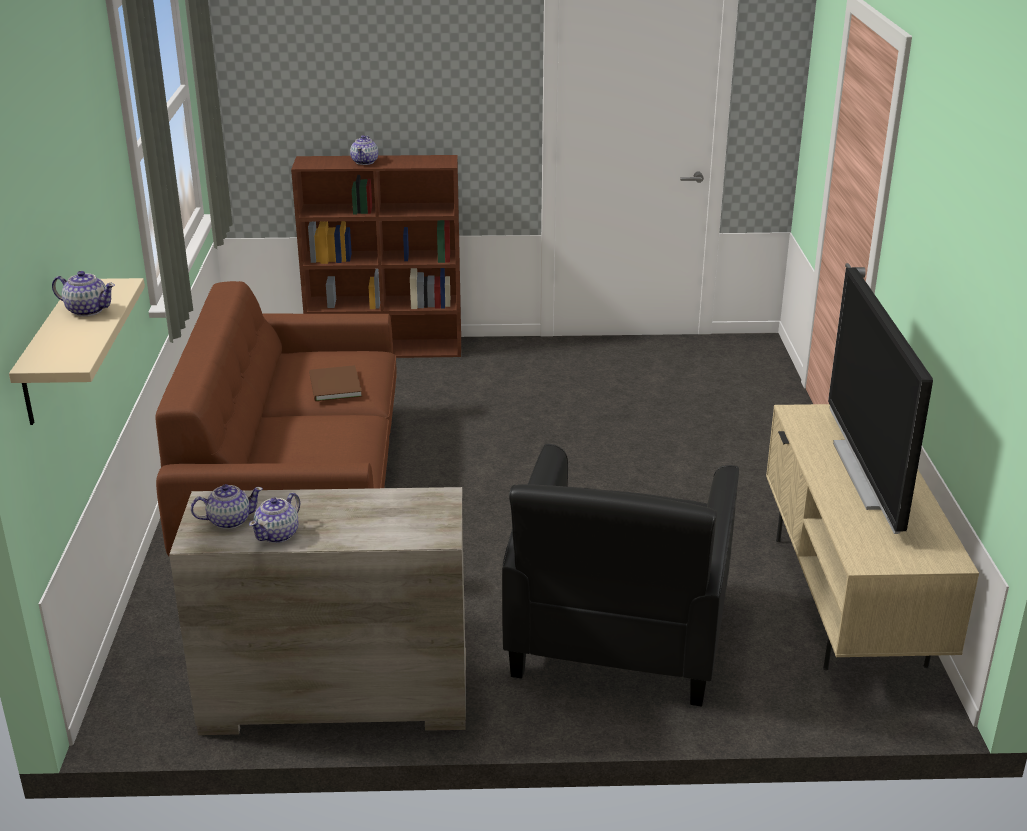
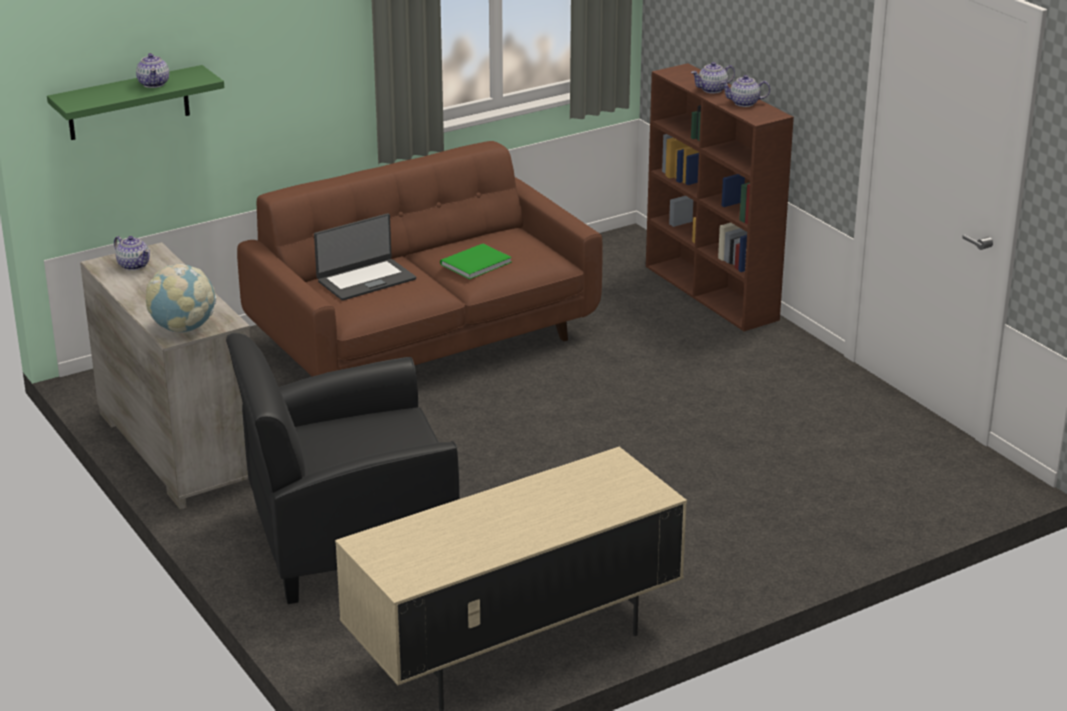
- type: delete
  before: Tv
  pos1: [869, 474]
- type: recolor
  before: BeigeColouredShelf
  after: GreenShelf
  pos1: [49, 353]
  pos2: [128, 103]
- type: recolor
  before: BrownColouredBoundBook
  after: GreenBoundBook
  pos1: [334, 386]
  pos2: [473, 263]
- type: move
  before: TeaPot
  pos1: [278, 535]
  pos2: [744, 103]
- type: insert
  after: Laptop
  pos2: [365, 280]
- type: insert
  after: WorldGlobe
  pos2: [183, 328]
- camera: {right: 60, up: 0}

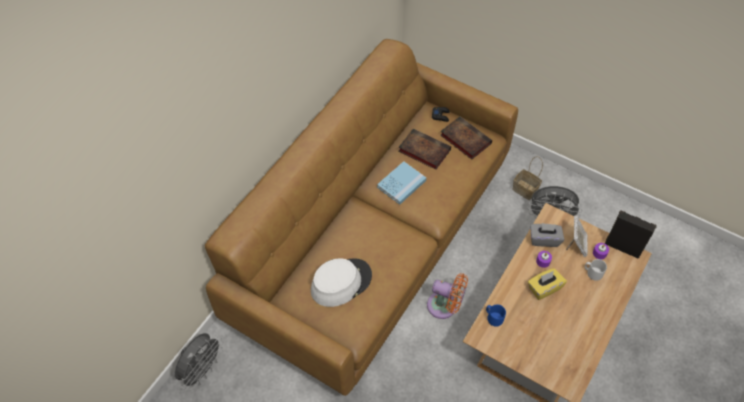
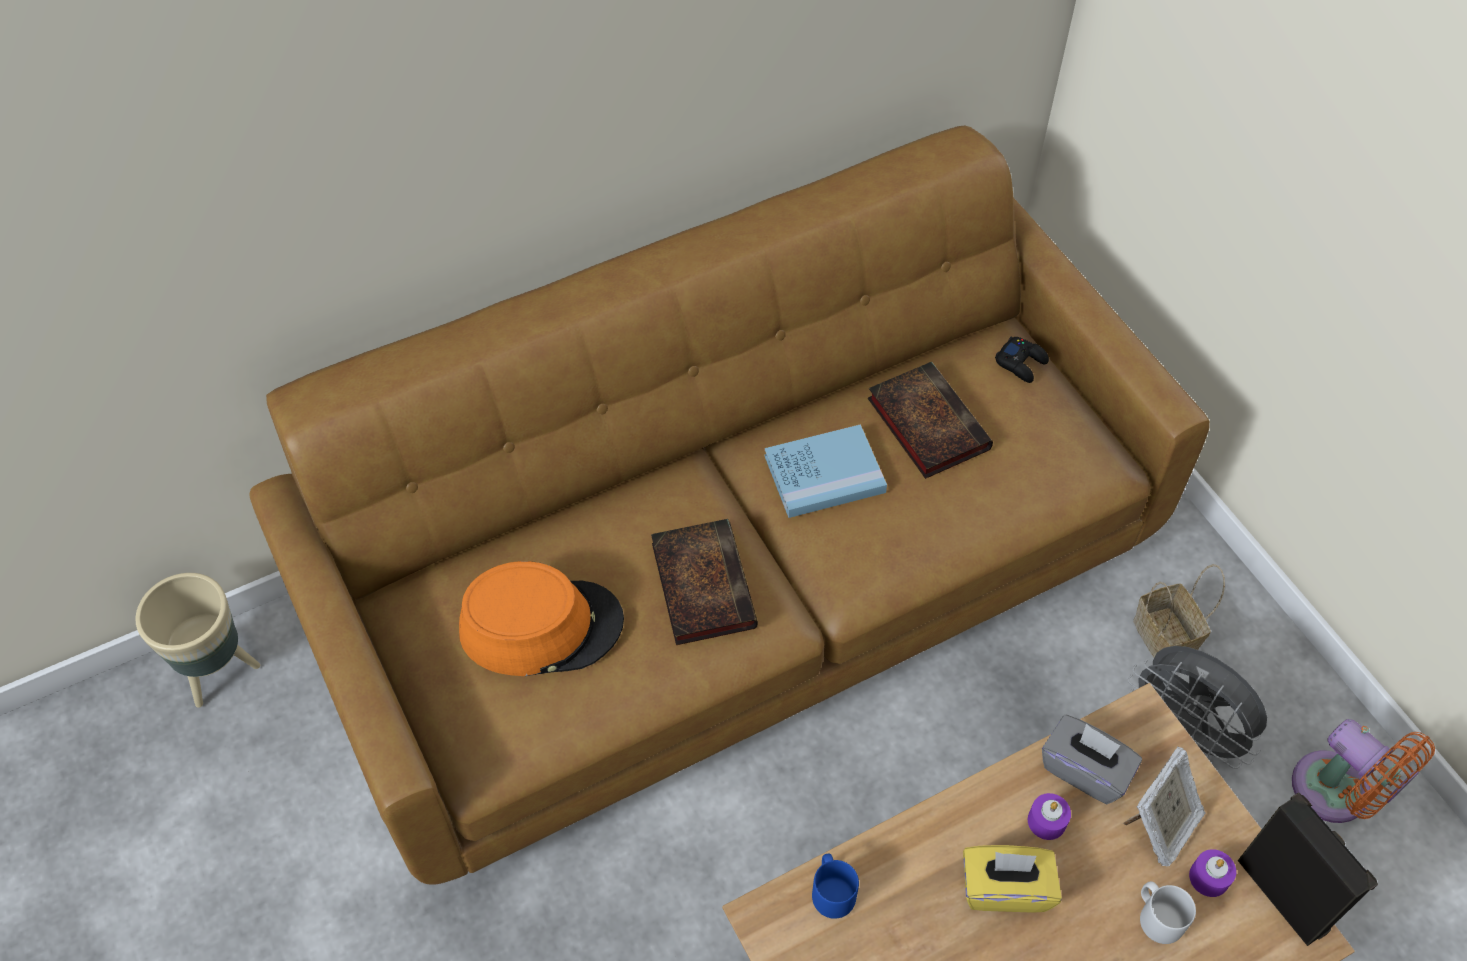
- type: move
  before: BoundBook
  pos1: [464, 139]
  pos2: [701, 583]
- type: recolor
  before: WhiteHat
  after: OrangeHat
  pos1: [341, 282]
  pos2: [541, 626]
- type: move
  before: OrangeElectricFan
  pos1: [445, 306]
  pos2: [1337, 794]
- type: replace
  before: GreyElectricFan
  after: BeigeColouredPlantPot
  pos1: [202, 370]
  pos2: [219, 672]
- camera: {right: 30, up: 0}

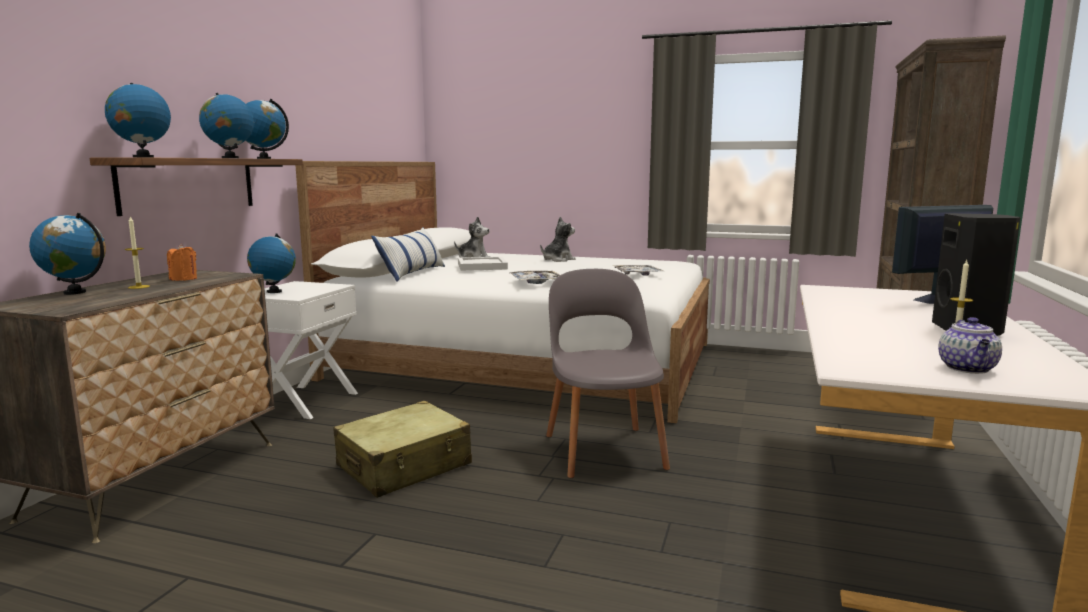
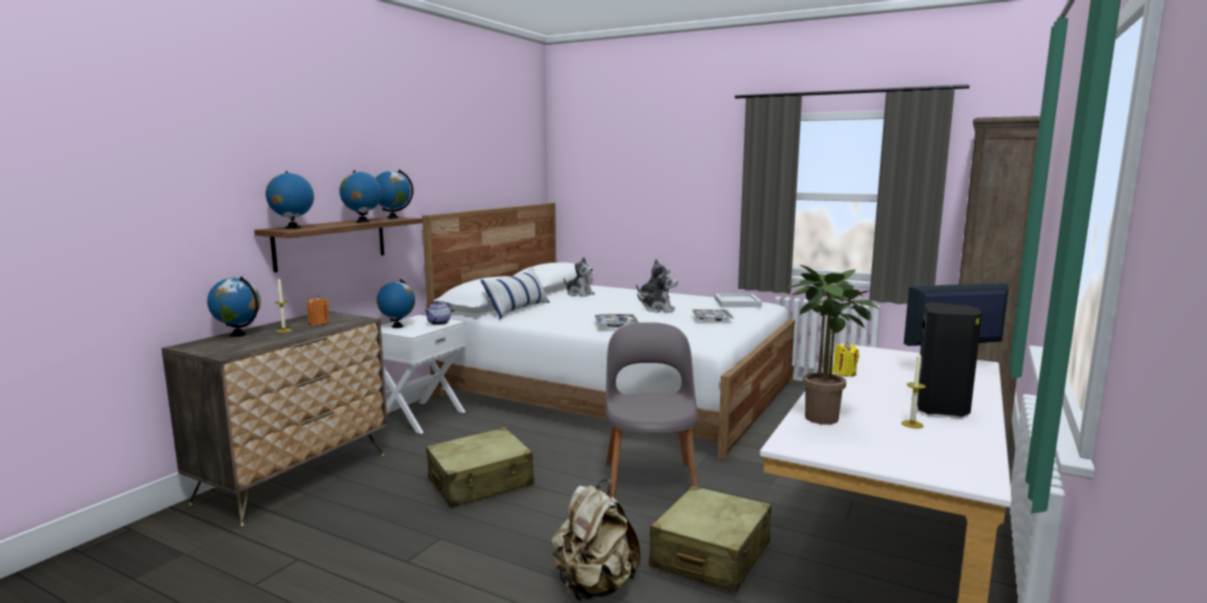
- type: move
  before: WhiteTray
  pos1: [481, 266]
  pos2: [737, 303]
- type: move
  before: TeaPot
  pos1: [968, 369]
  pos2: [438, 323]
- type: insert
  after: PlantInAPot
  pos2: [823, 420]
- type: insert
  after: CuddlyToy
  pos2: [658, 310]
- type: insert
  after: YellowColouredWaxLight
  pos2: [844, 373]
- type: insert
  after: BeigeColouredBackpack
  pos2: [594, 587]
- type: insert
  after: BeigeColouredTravelCase
  pos2: [711, 555]
- camera: {right: 10, up: 0}

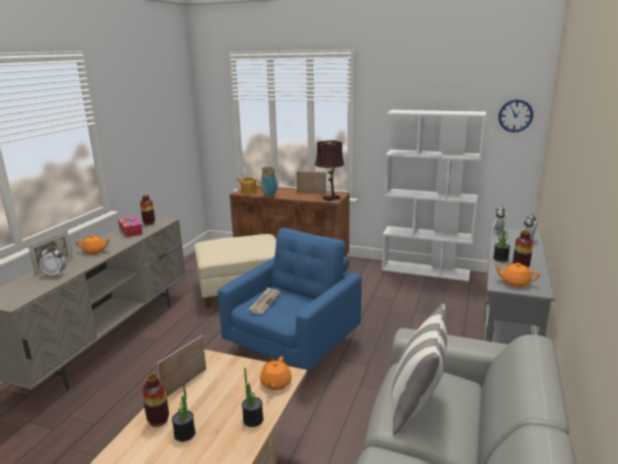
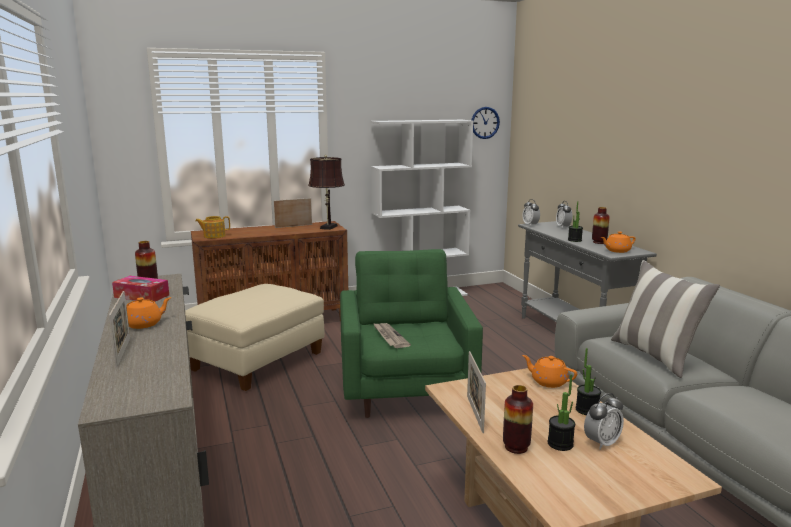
- type: delete
  before: FlowerVase
  pos1: [269, 196]
- type: recolor
  before: BlueArmchair
  after: GreenArmchair
  pos1: [294, 346]
  pos2: [406, 389]
- type: move
  before: TableClock
  pos1: [55, 274]
  pos2: [601, 443]
- type: rotate
  before: OrangeTeaPot
  pos1: [275, 384]
  pos2: [548, 382]
  turn: 150
- camera: {right: -40, up: -5}

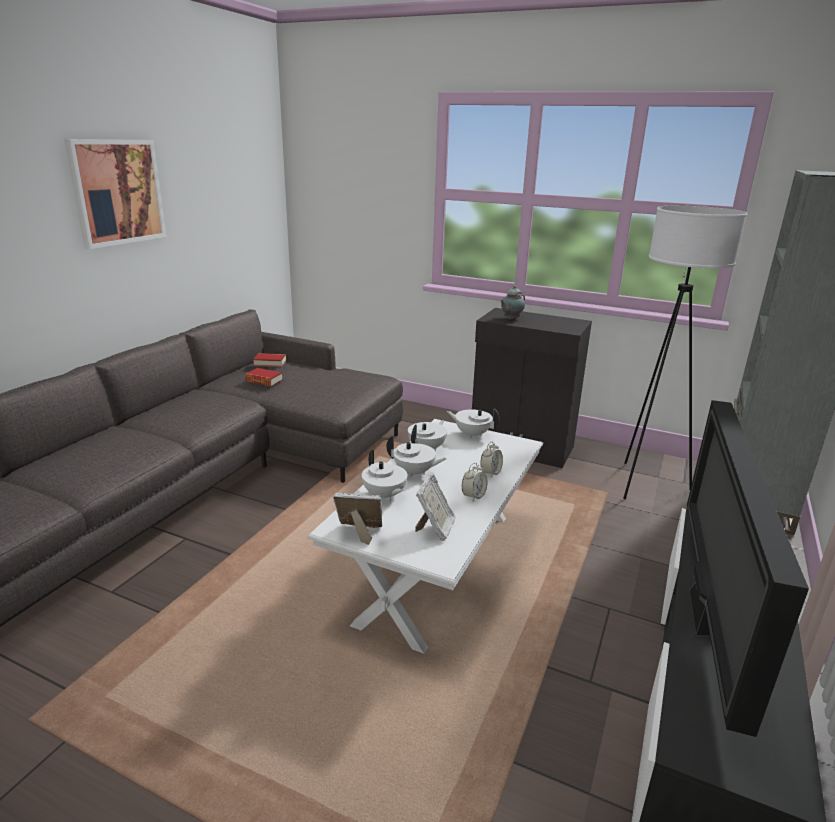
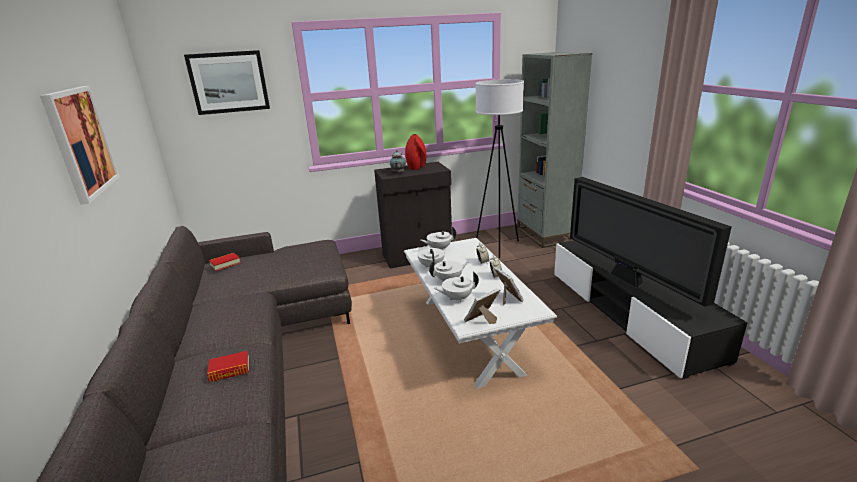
- type: move
  before: BoundBook
  pos1: [264, 381]
  pos2: [230, 370]
- type: rotate
  before: WhiteTeaPot
  pos1: [384, 495]
  pos2: [457, 298]
  turn: 150
- type: insert
  after: WallPicture
  pos2: [229, 82]
- type: insert
  after: RedColouredFlowerVase
  pos2: [417, 167]
- camera: {right: -40, up: 0}

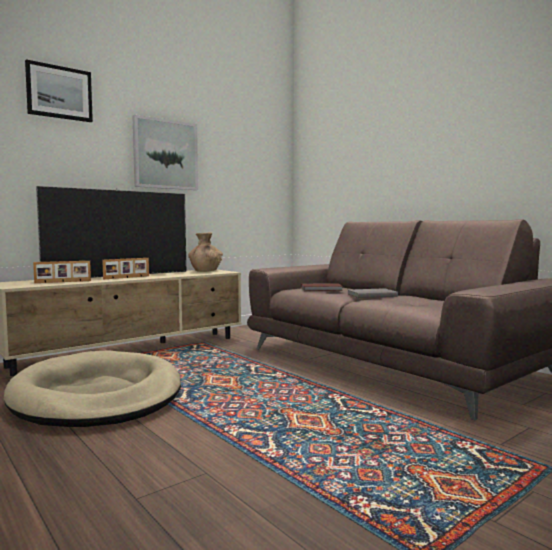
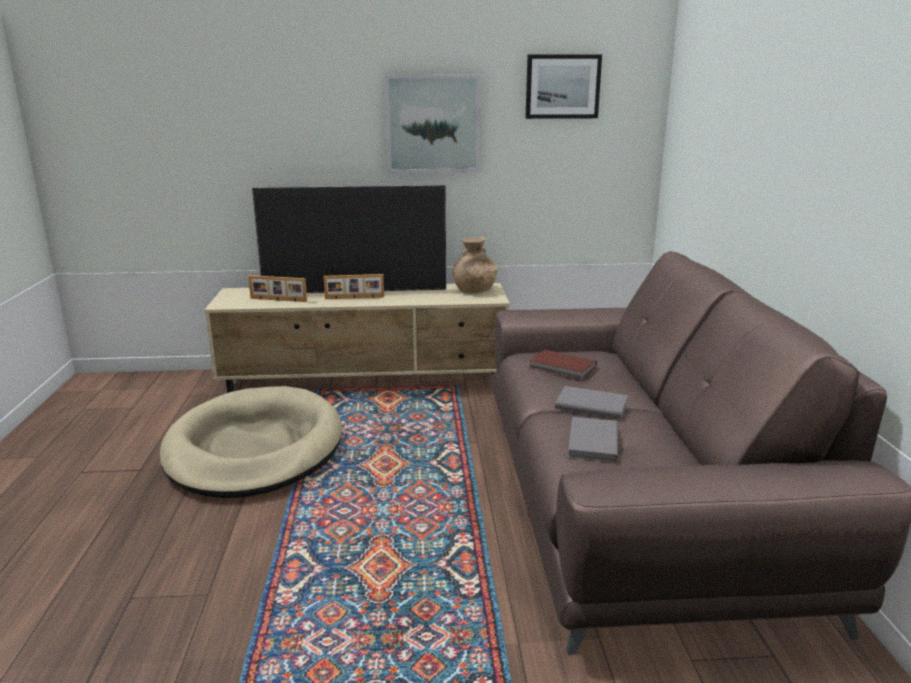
- type: move
  before: WallPicture
  pos1: [59, 92]
  pos2: [562, 86]
- type: insert
  after: GreyBoundBook
  pos2: [591, 442]
- camera: {right: 35, up: 15}

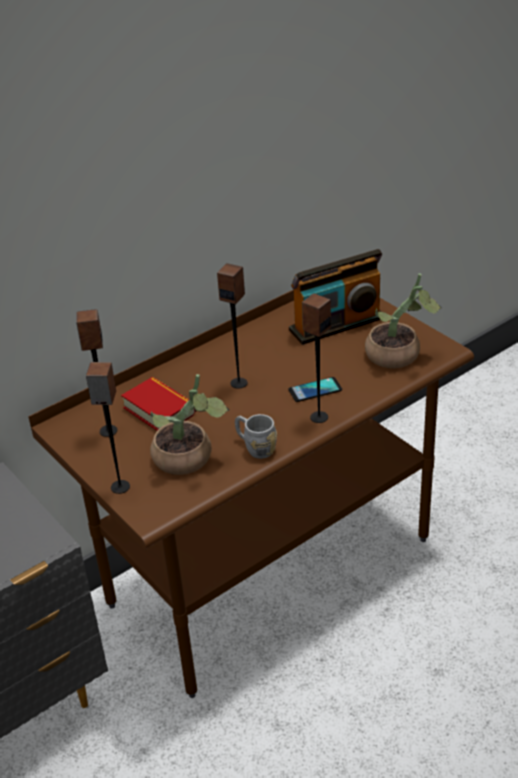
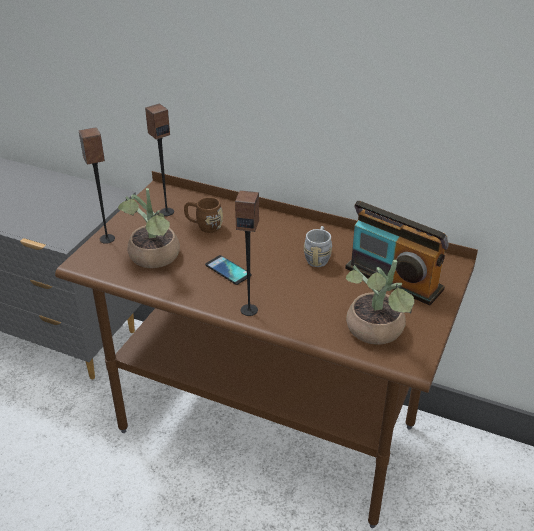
- type: delete
  before: Speaker
  pos1: [239, 383]
- type: replace
  before: BoundBook
  after: BrownColouredCoffeeMug
  pos1: [159, 411]
  pos2: [204, 226]
- type: move
  before: Handset
  pos1: [315, 390]
  pos2: [228, 270]
- type: move
  before: GreyCoffeeMug
  pos1: [255, 447]
  pos2: [318, 257]
- camera: {right: 60, up: 0}

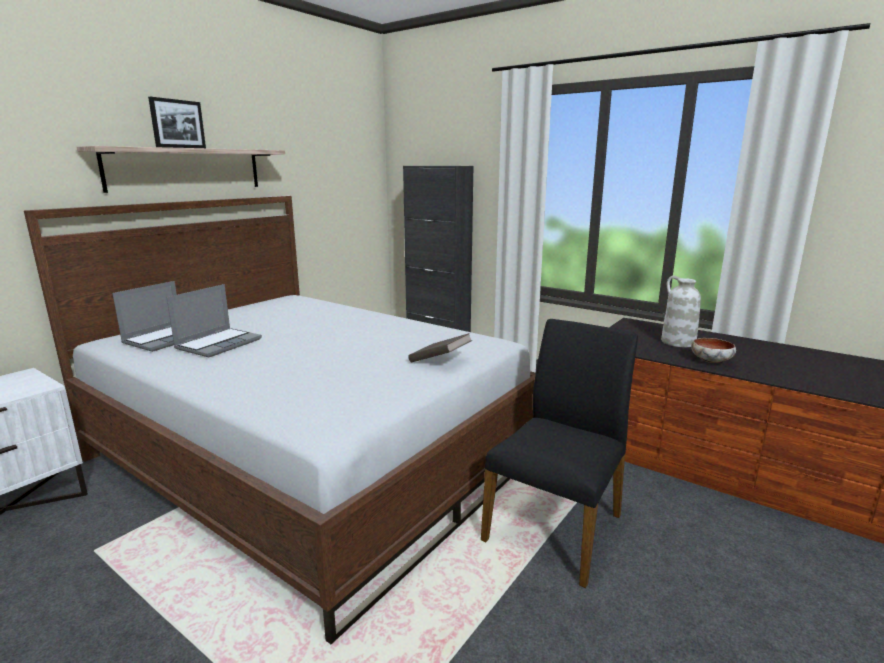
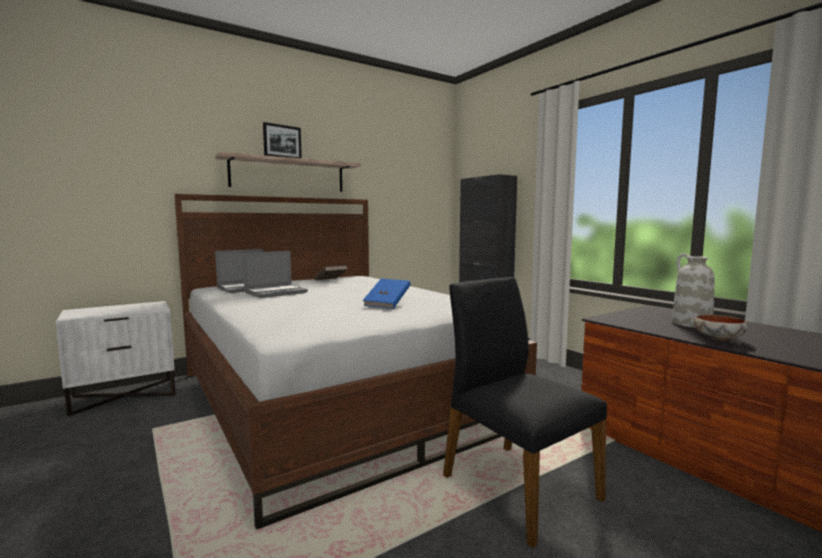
- type: rotate
  before: BlackUprightChair
  pos1: [556, 527]
  pos2: [517, 487]
  turn: -90
- type: move
  before: BrownColouredBoundBook
  pos1: [440, 361]
  pos2: [330, 280]
- type: insert
  after: BlueBoundBook
  pos2: [387, 304]
- camera: {right: 20, up: -10}

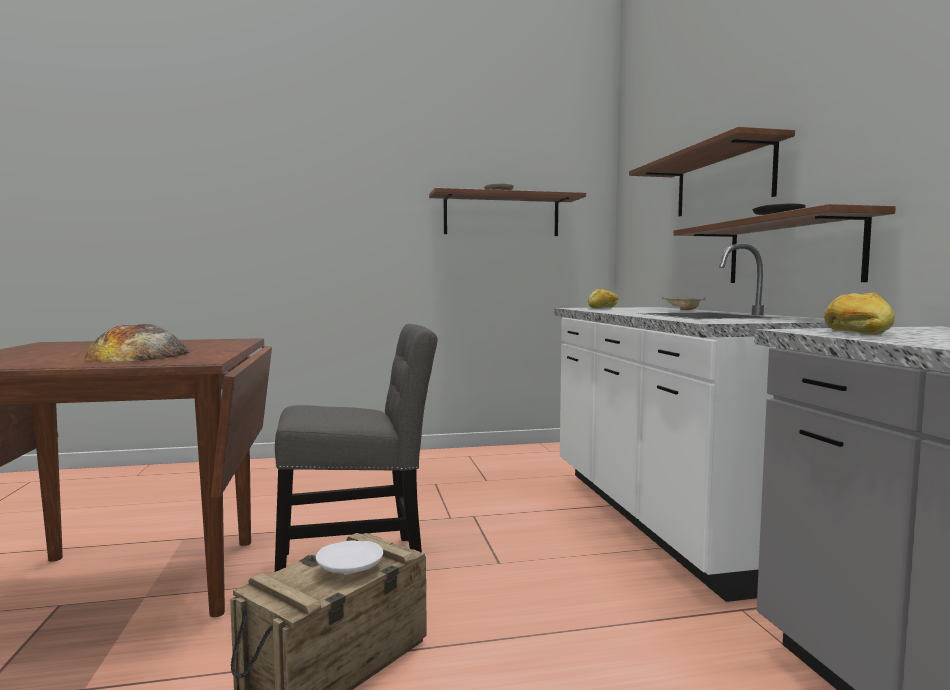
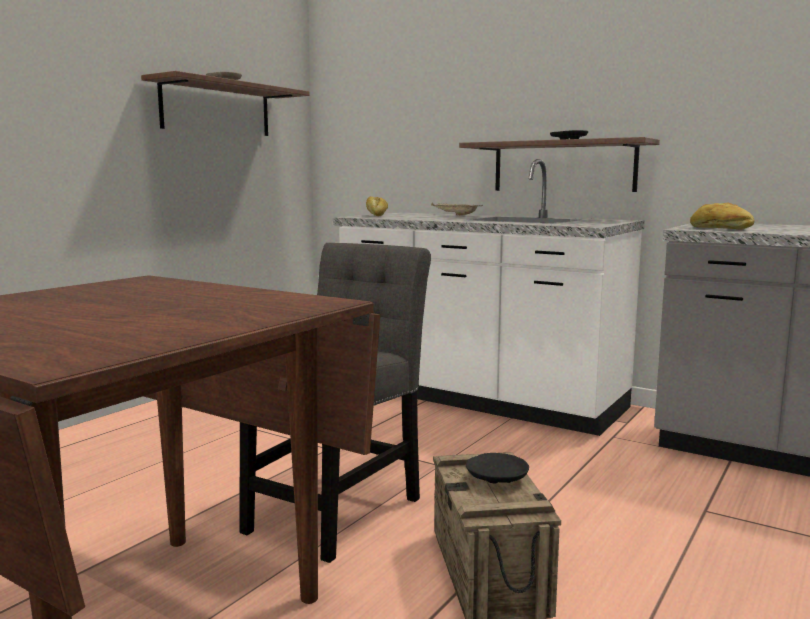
- type: delete
  before: Shelf
  pos1: [723, 181]
- type: delete
  before: BakeryBread
  pos1: [139, 355]
- type: recolor
  before: WhitePlate
  after: BlackPlate
  pos1: [350, 567]
  pos2: [496, 477]
- camera: {right: -45, up: 5}

